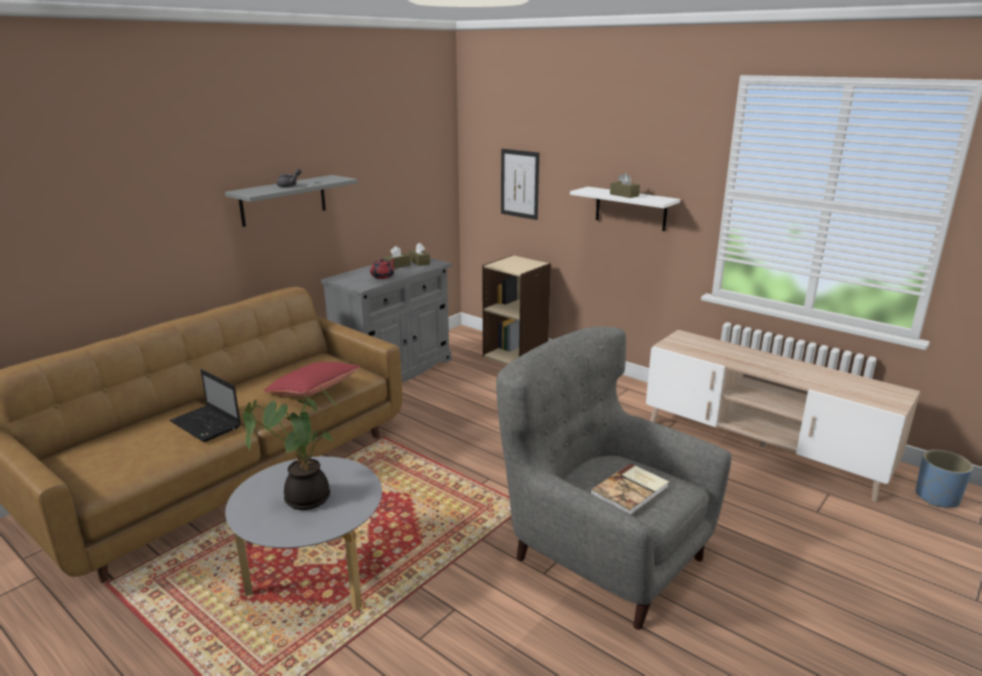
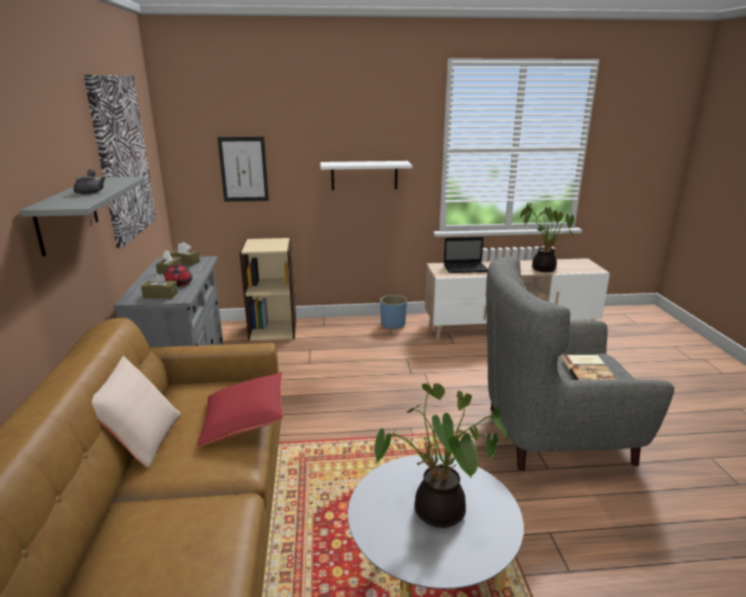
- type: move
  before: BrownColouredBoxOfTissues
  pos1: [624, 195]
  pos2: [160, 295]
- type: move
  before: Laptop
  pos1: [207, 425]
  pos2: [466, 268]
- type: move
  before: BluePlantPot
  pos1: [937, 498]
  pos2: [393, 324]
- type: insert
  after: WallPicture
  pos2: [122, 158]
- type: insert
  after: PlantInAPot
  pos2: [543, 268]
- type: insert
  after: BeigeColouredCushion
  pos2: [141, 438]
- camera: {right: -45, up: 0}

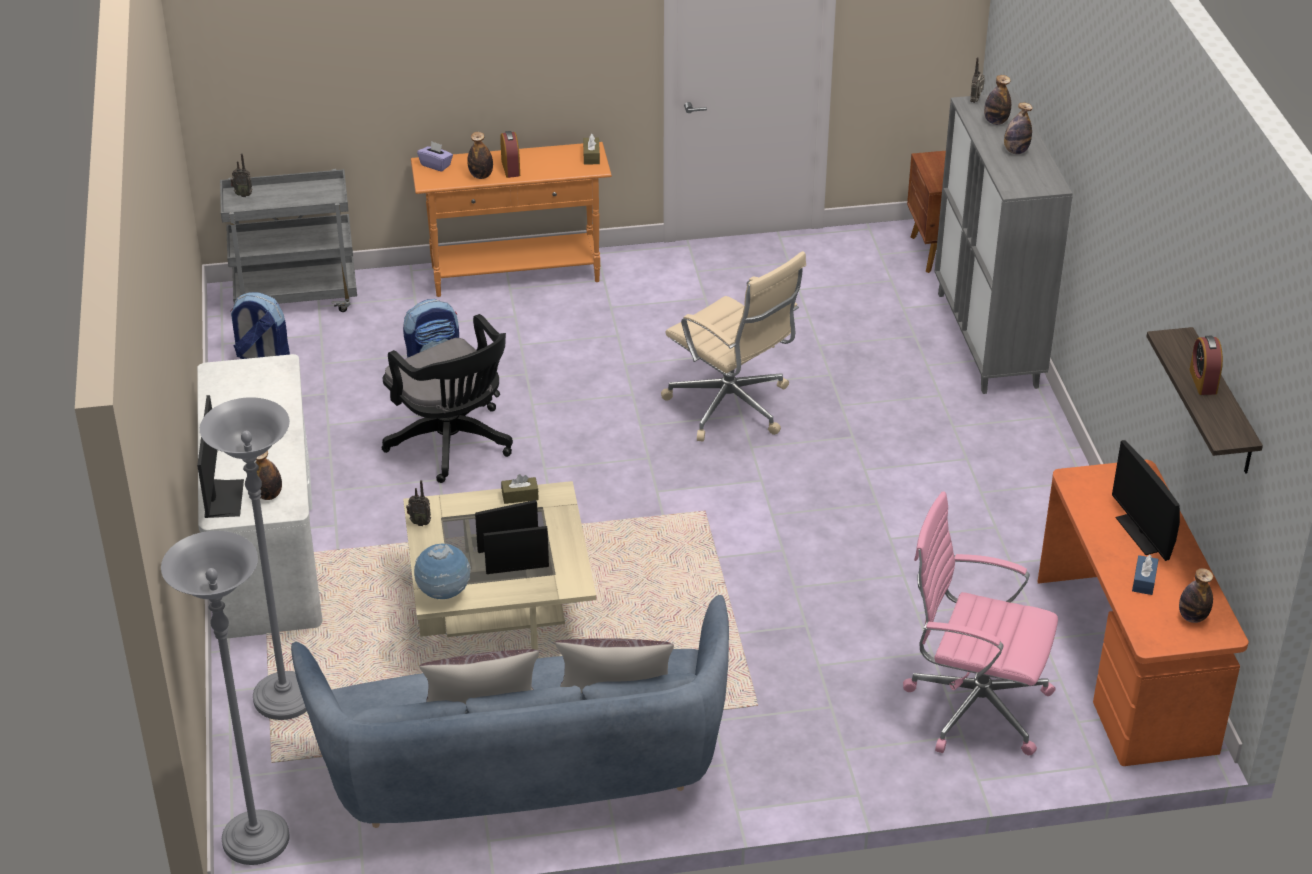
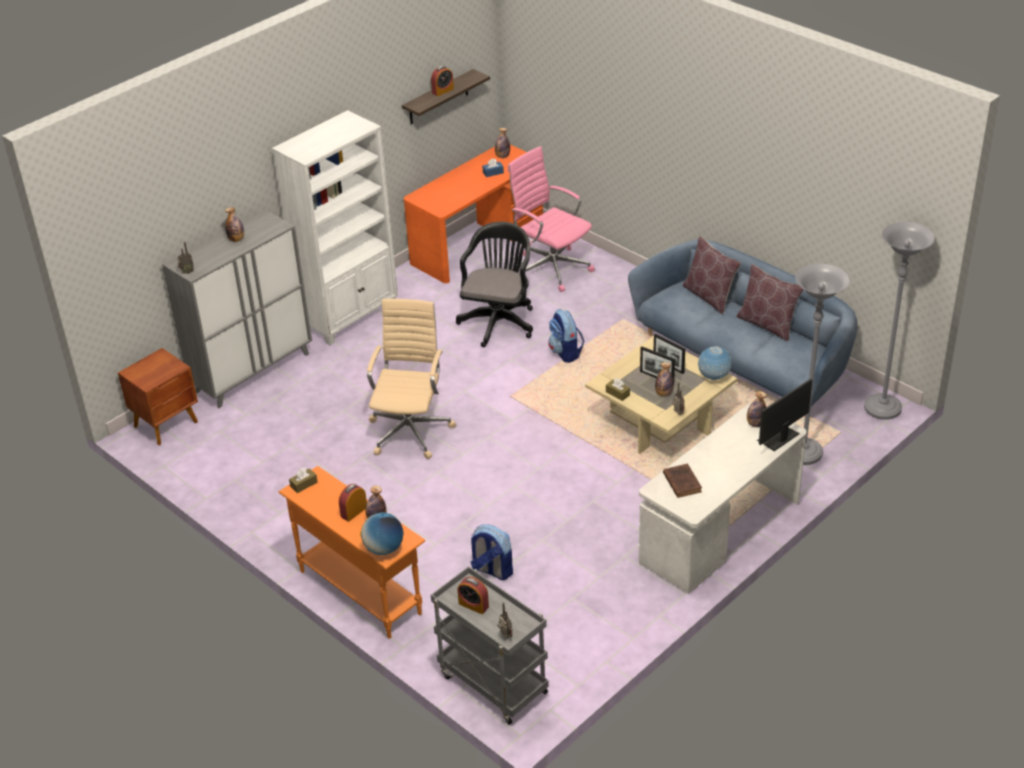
- type: move
  before: DrinkBottle
  pos1: [995, 121]
  pos2: [664, 394]
- type: replace
  before: PurplishBoxOfTissues
  after: WorldGlobe
  pos1: [436, 165]
  pos2: [384, 548]
- type: move
  before: Backpack
  pos1: [262, 356]
  pos2: [566, 352]
- type: move
  before: BlackOfficeChair
  pos1: [453, 445]
  pos2: [499, 321]
- type: delete
  before: ComputerScreen
  pos1: [1142, 533]
- type: rotate
  before: PinkOfficeChair
  pos1: [973, 705]
  pos2: [551, 268]
  turn: 150
- type: insert
  after: WhiteBookcase
  pos2: [350, 316]
- type: insert
  after: BrownColouredBoundBook
  pos2: [681, 482]
- type: insert
  after: TableClock
  pos2: [473, 605]
- camera: {right: -125, up: 0}

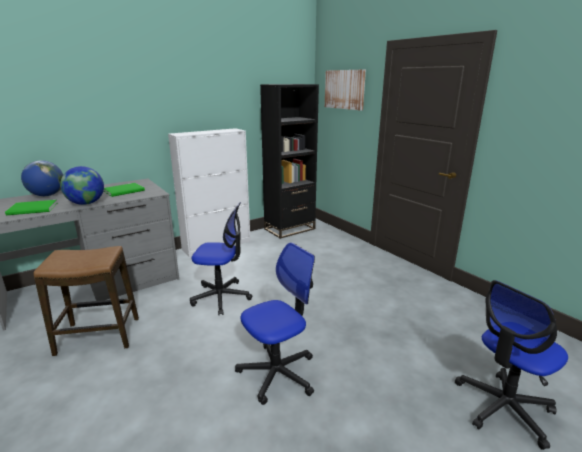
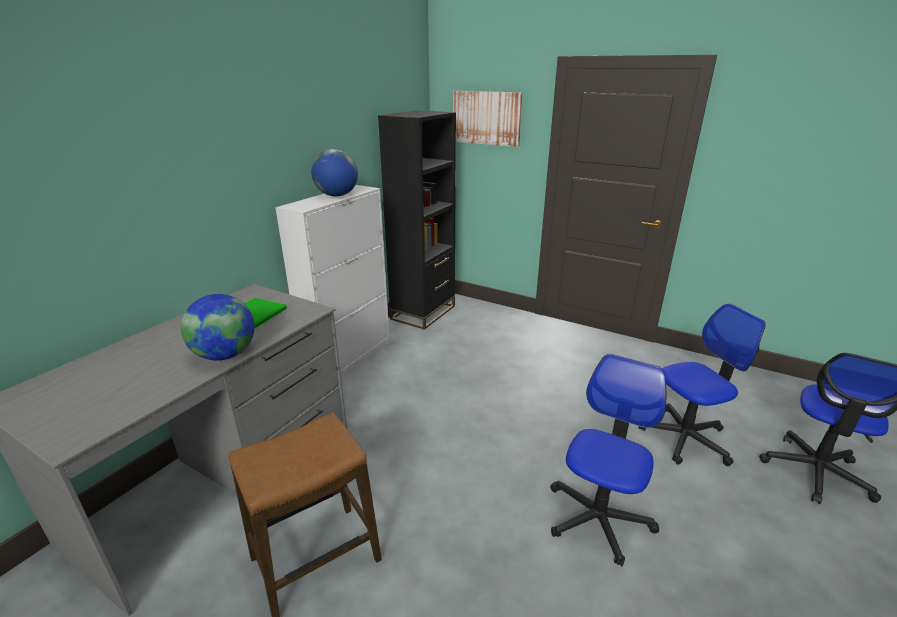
- type: move
  before: WorldGlobe
  pos1: [47, 195]
  pos2: [337, 195]
- type: delete
  before: GreenBoundBook
  pos1: [34, 209]
- type: move
  before: OfficeChair
  pos1: [221, 297]
  pos2: [685, 438]
- camera: {right: -25, up: 5}

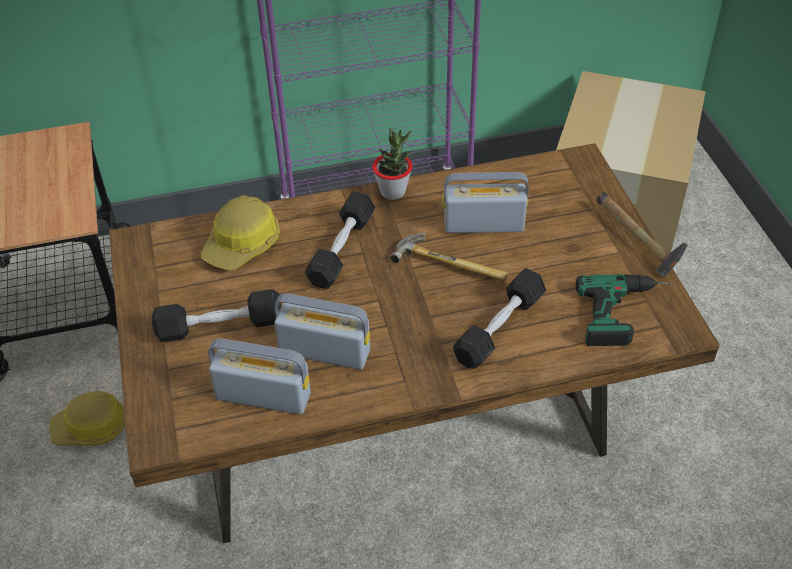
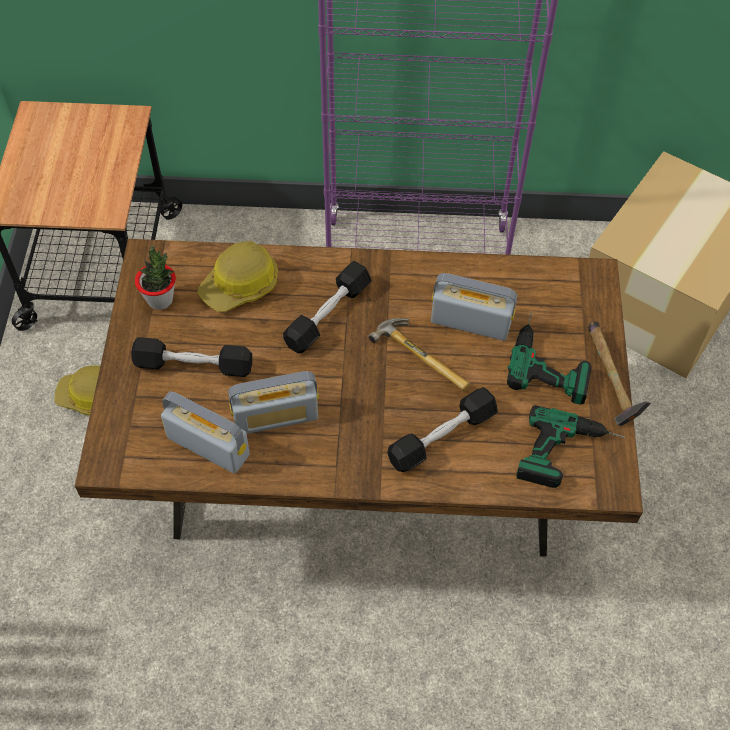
- type: move
  before: PlantInAPot
  pos1: [393, 191]
  pos2: [160, 300]
- type: rotate
  before: RadioSet
  pos1: [324, 352]
  pos2: [276, 417]
  turn: 135
- type: insert
  after: PowerDrill
  pos2: [550, 360]
- camera: {right: 15, up: 10}

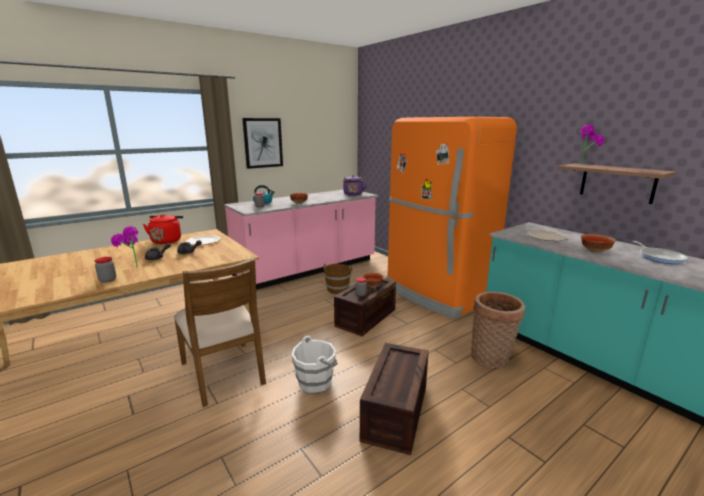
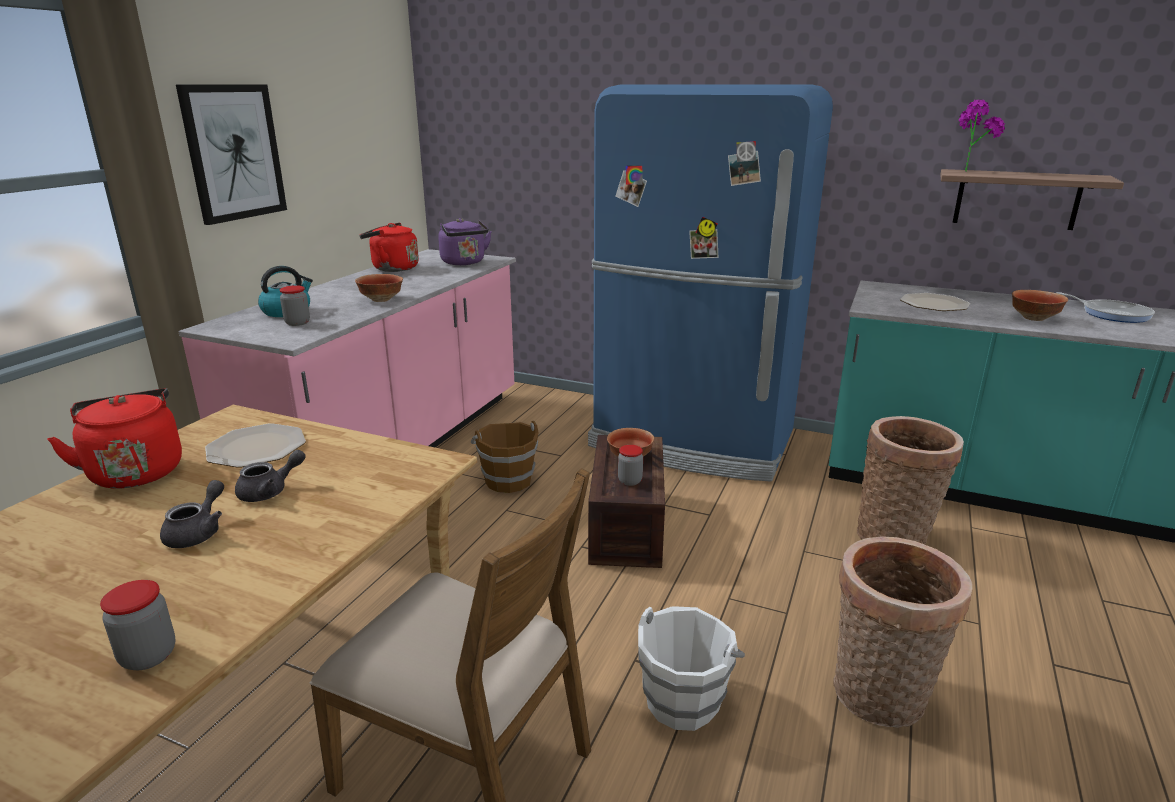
- type: recolor
  before: OrangeKitchenFridge
  after: BlueKitchenFridge
  pos1: [436, 293]
  pos2: [693, 440]
- type: delete
  before: PlantInAPot
  pos1: [131, 267]
- type: replace
  before: Crate
  after: StorageBasket
  pos1: [397, 413]
  pos2: [879, 699]
- type: insert
  after: RedColouredKettle
  pos2: [392, 268]
- camera: {right: -30, up: 5}

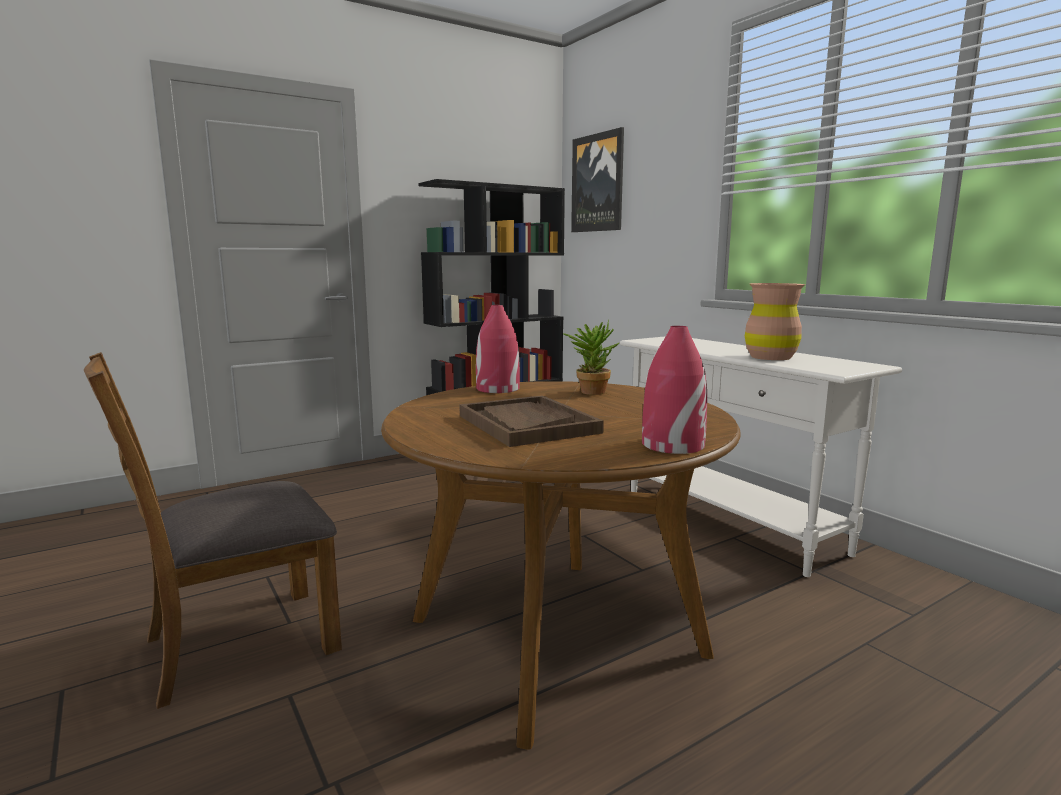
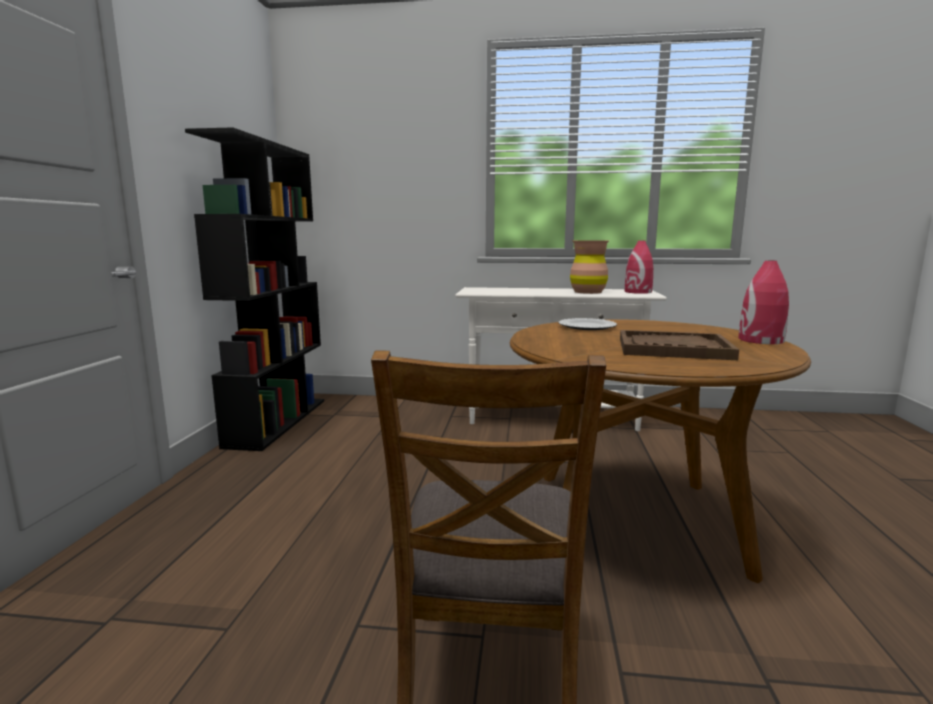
- type: delete
  before: WallPicture
  pos1: [598, 183]
- type: move
  before: RedColouredFlowerVase
  pos1: [497, 389]
  pos2: [638, 292]
- type: replace
  before: PlantInAPot
  after: Plate
  pos1: [590, 391]
  pos2: [587, 326]
- camera: {right: -50, up: 0}

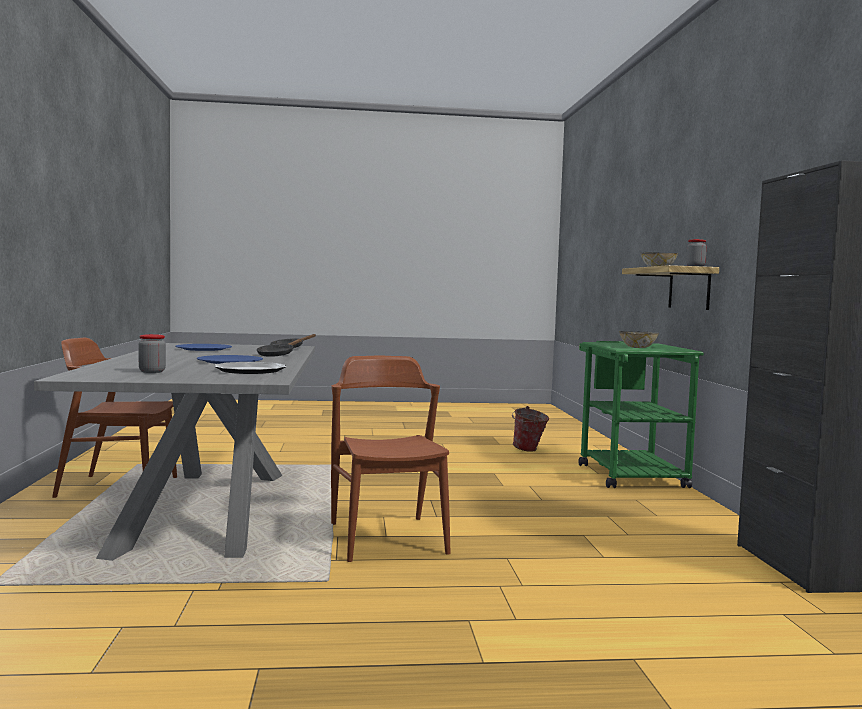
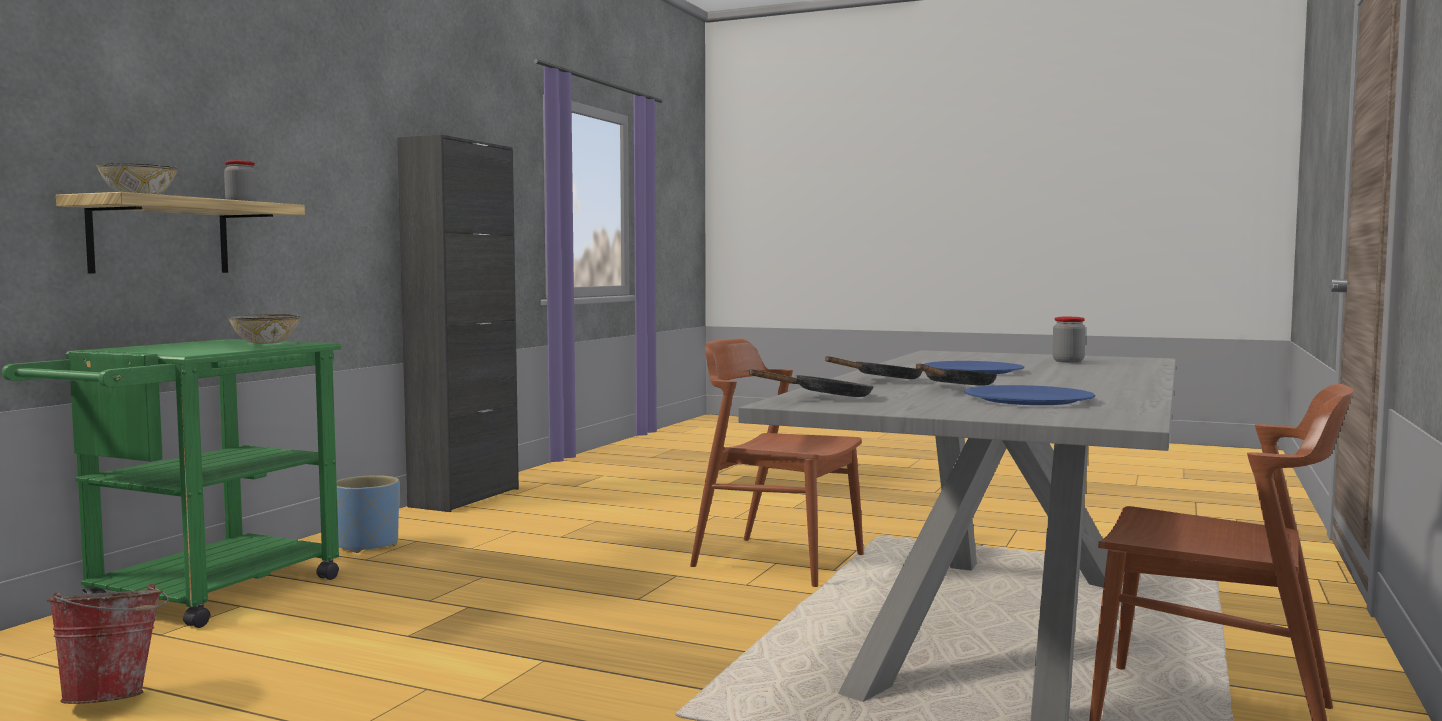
- type: rotate
  before: BrownColouredUprightChair
  pos1: [387, 538]
  pos2: [777, 560]
  turn: 105
- type: delete
  before: Plate
  pos1: [250, 370]
- type: insert
  after: BlackFryingPan
  pos2: [956, 387]
- type: insert
  after: BluePlantPot
  pos2: [368, 545]
- camera: {right: -150, up: 0}

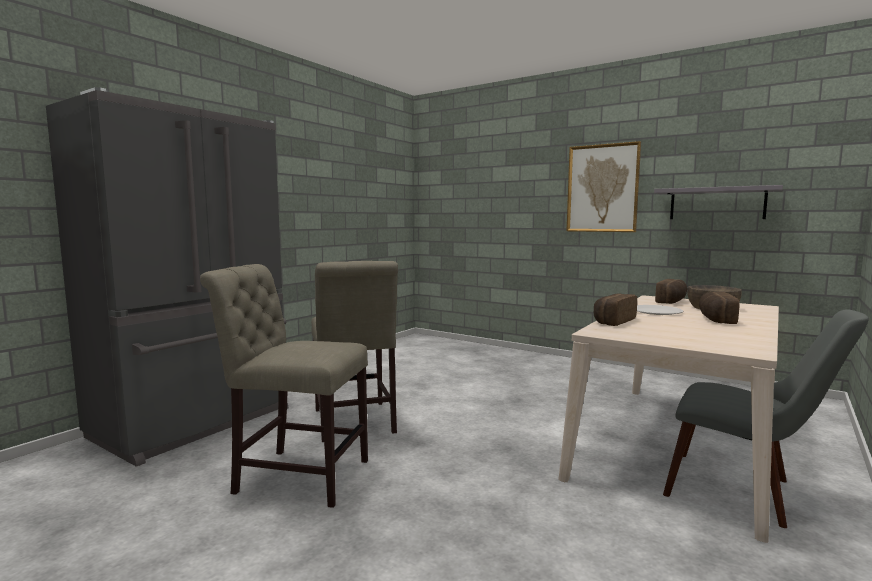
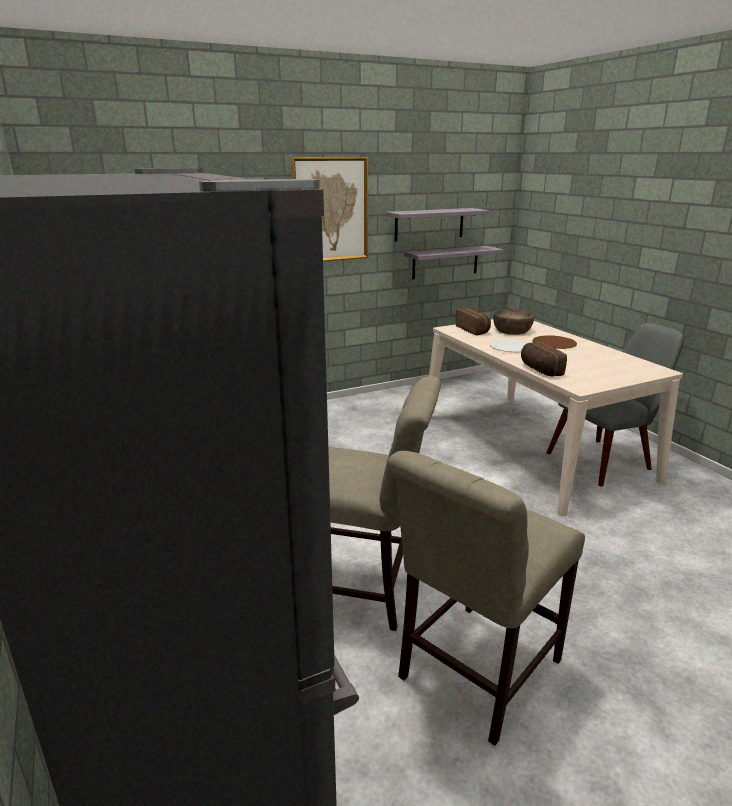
- type: replace
  before: BakeryBread
  after: BrownColouredPlate
  pos1: [715, 319]
  pos2: [554, 343]
- type: insert
  after: GreyShelf
  pos2: [445, 262]
- camera: {right: -60, up: 15}

